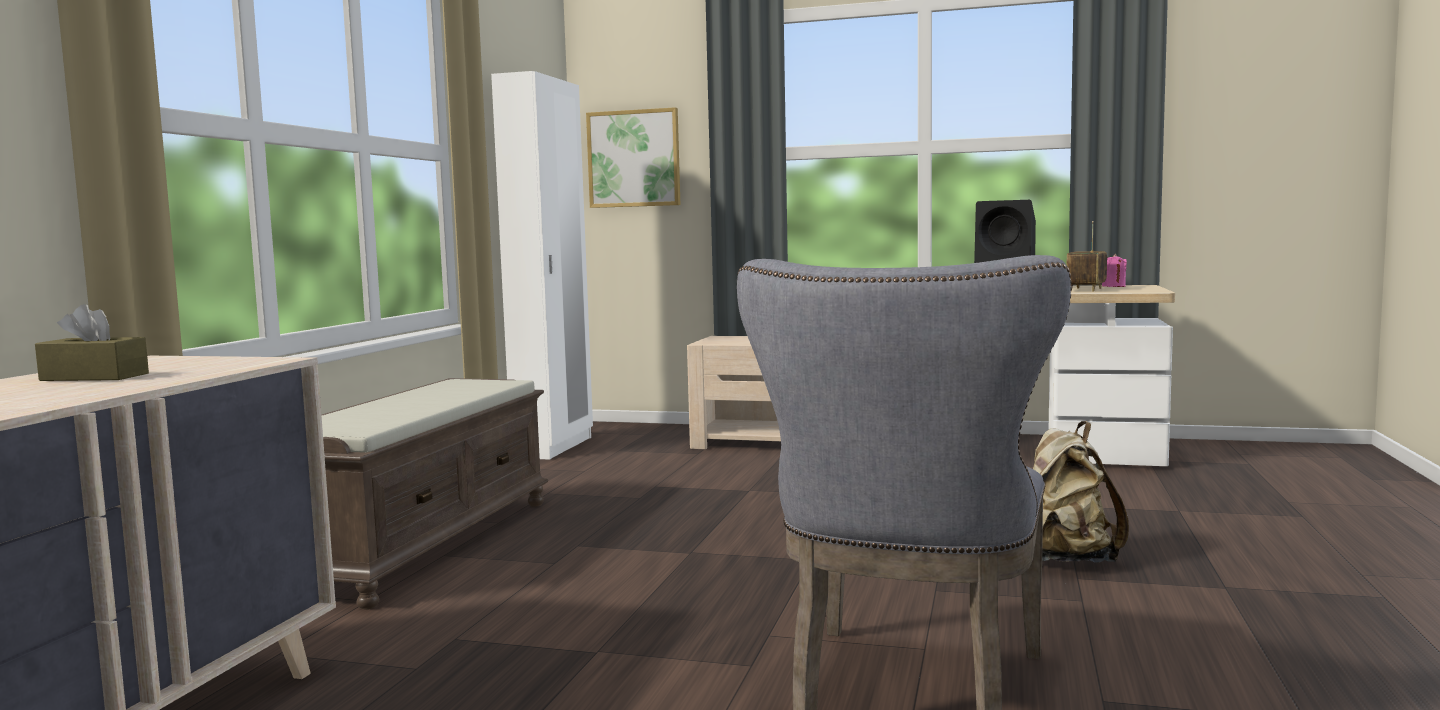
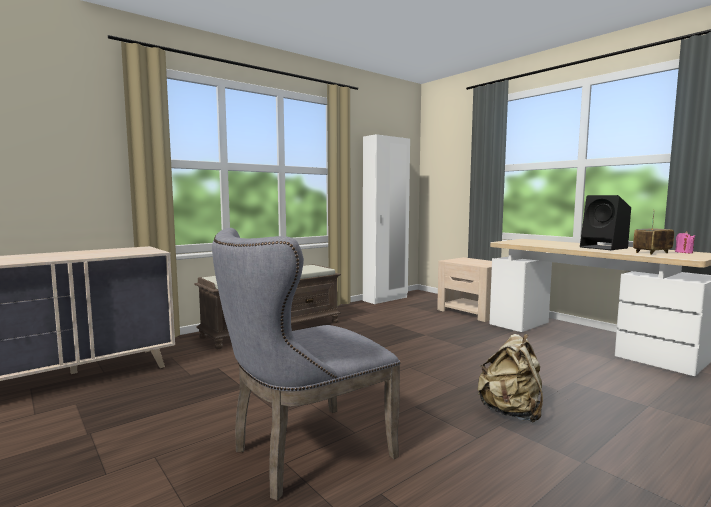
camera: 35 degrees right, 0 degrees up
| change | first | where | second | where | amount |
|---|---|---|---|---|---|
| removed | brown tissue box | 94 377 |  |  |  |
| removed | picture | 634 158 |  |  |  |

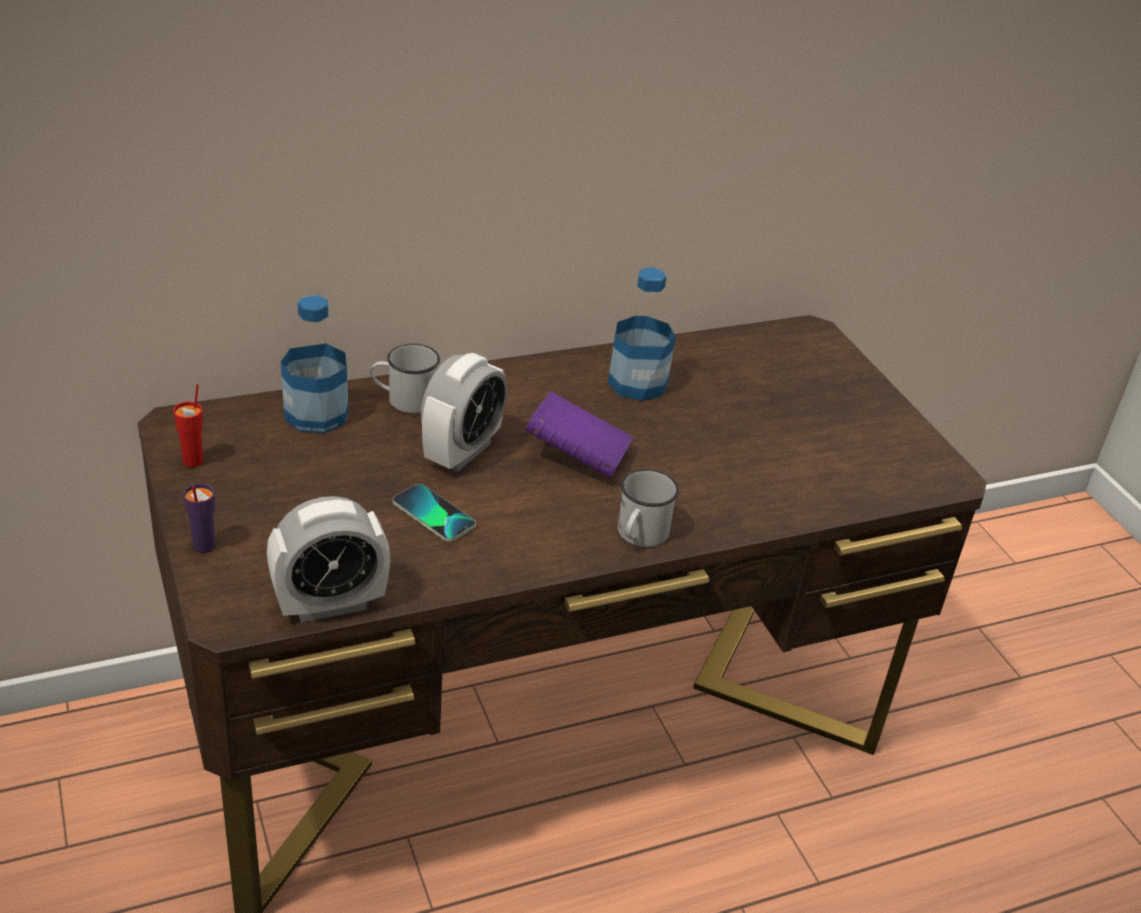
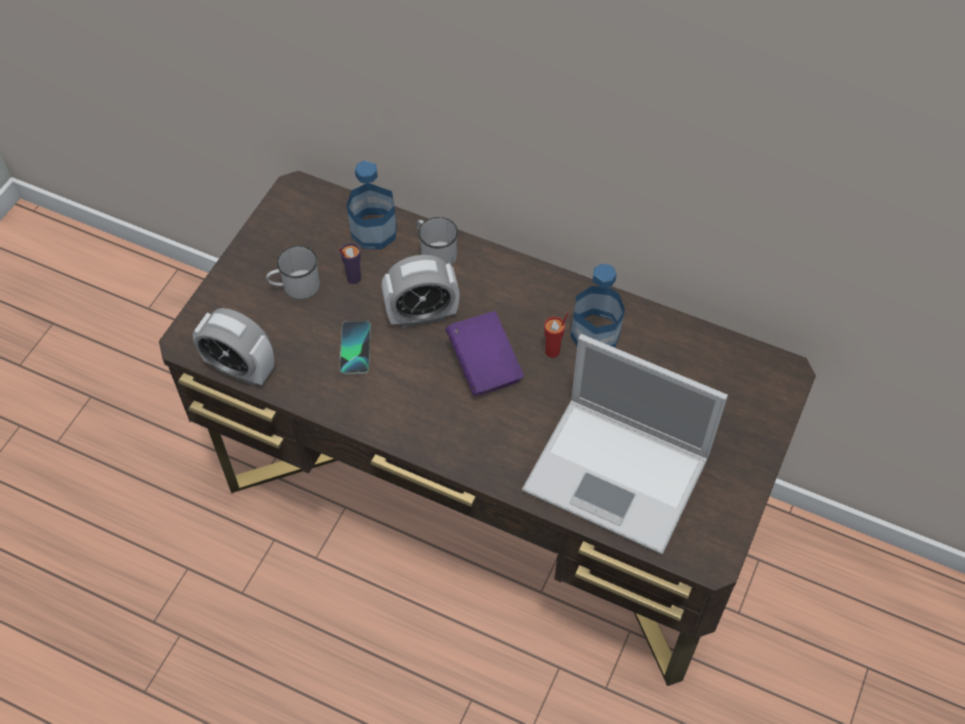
camera: 50 degrees right, 20 degrees up
| change | first | where | second | where | amount |
|---|---|---|---|---|---|
| moved | white mug | 639 536 |  | 295 286 |  |
| moved | purple cup | 203 546 |  | 353 278 |  |
| added |  |  | laptop | 619 475 |  |
| moved | red cup | 193 461 |  | 553 351 |  |

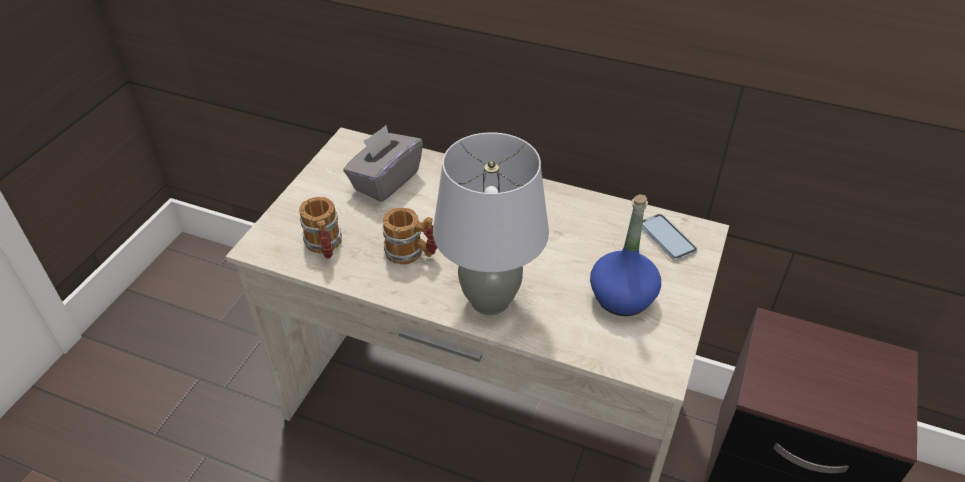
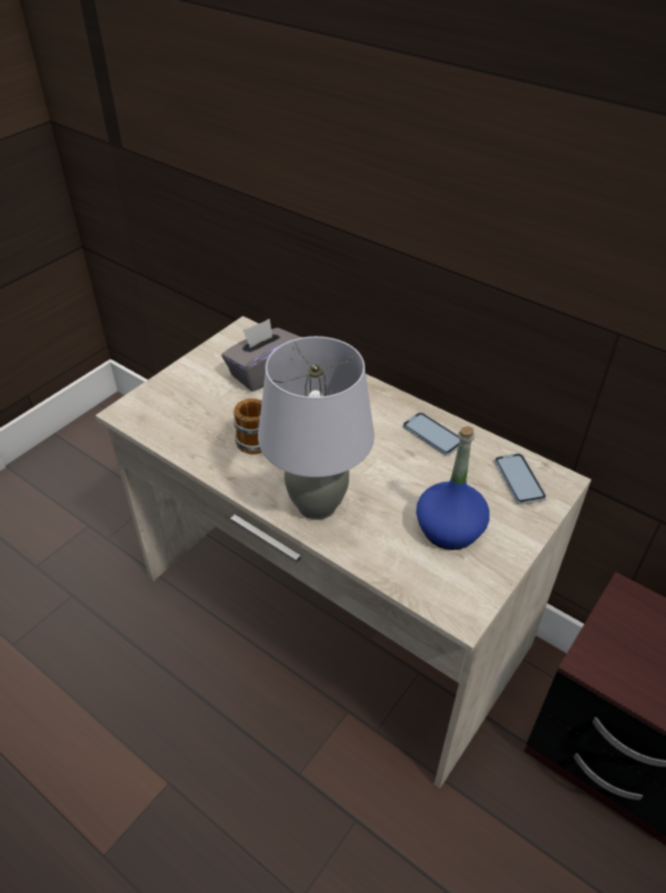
camera: 15 degrees right, 0 degrees up
| change | first | where | second | where | amount |
|---|---|---|---|---|---|
| added |  |  | phone | 433 435 |  |
| removed | mug | 325 246 |  |  |  |

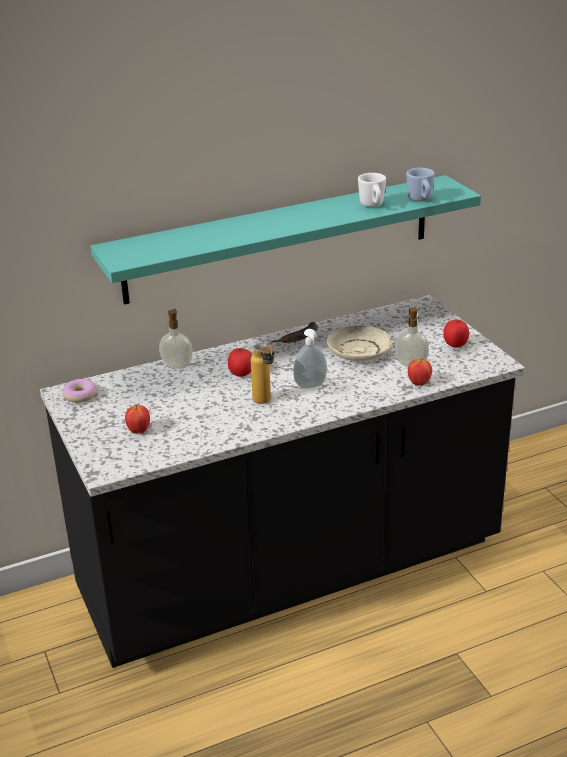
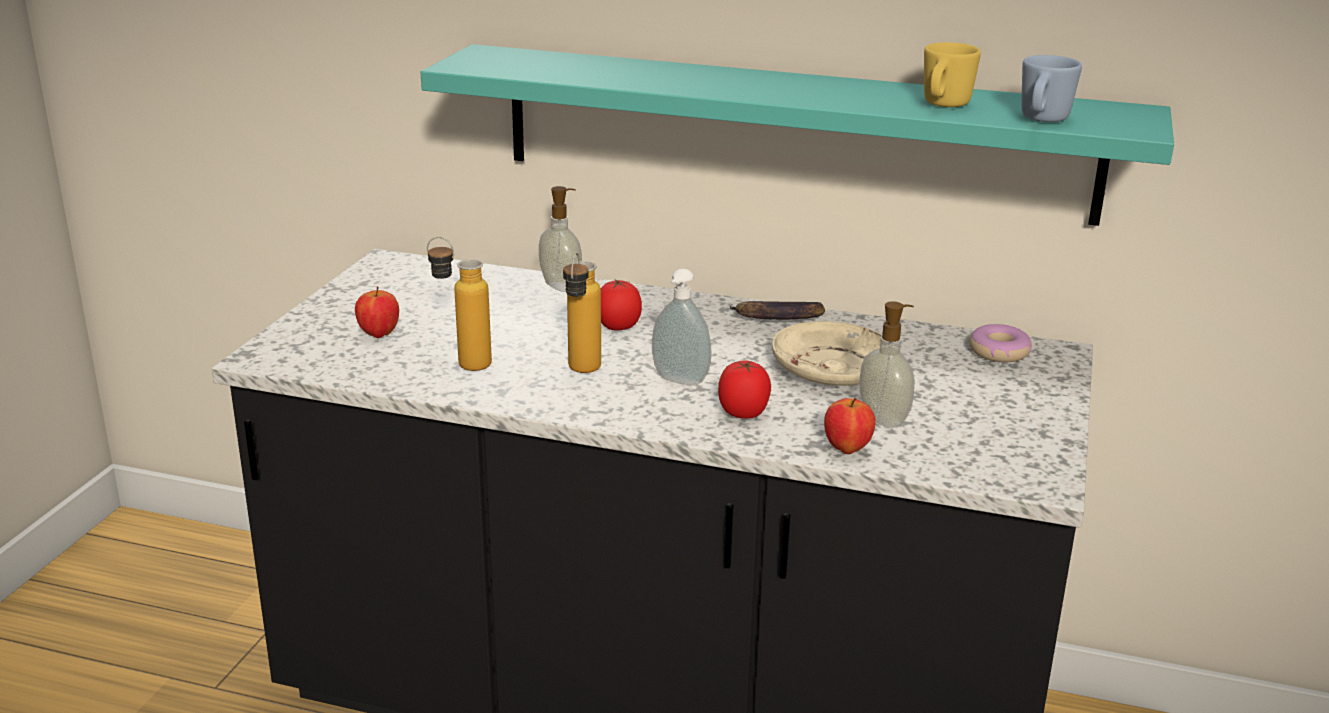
camera: 40 degrees right, 5 degrees down
| change | first | where | second | where | amount |
|---|---|---|---|---|---|
| added |  |  | bottle | 462 363 |  |
| moved | tomato | 455 344 |  | 744 413 |  |
| recoloured | white mug | 373 205 | yellow mug | 943 105 |  |
| moved | donut | 80 395 |  | 999 352 |  |

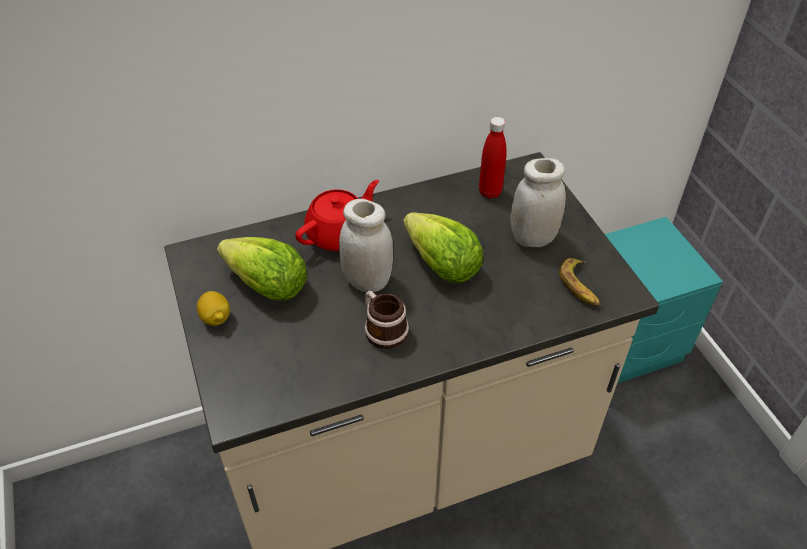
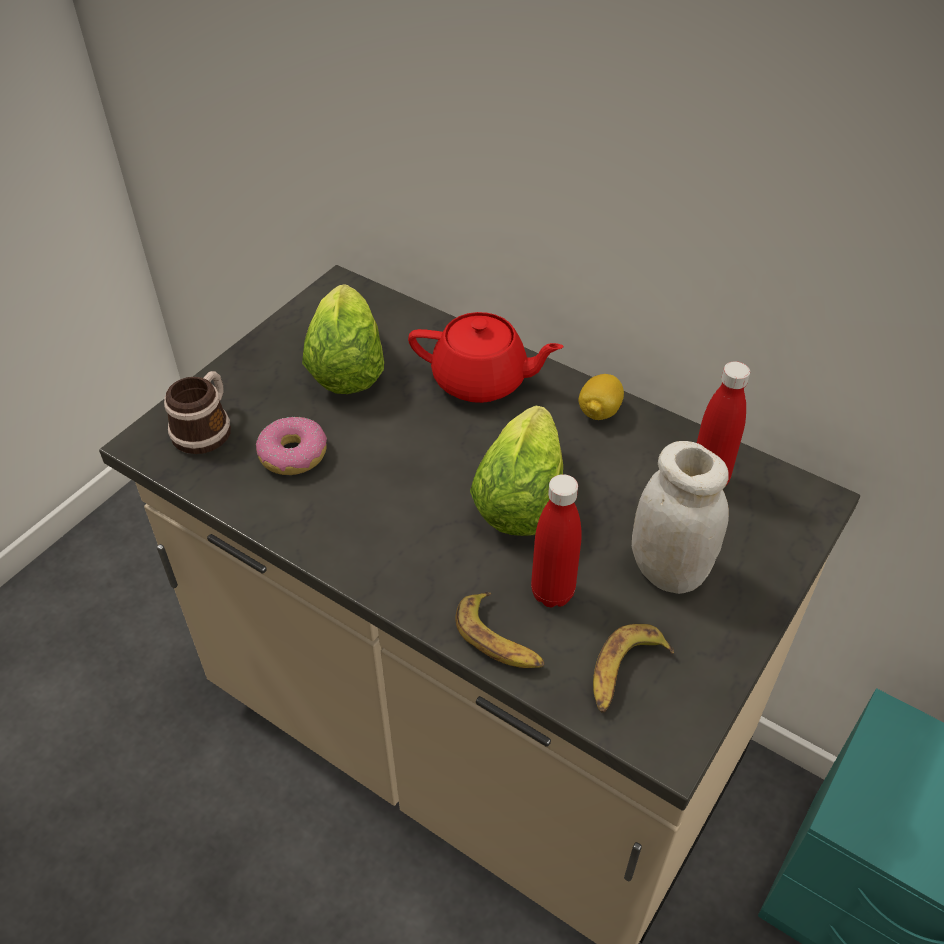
camera: 55 degrees right, 0 degrees up
| change | first | where | second | where | amount |
|---|---|---|---|---|---|
| moved | mug | 382 328 |  | 206 428 |  |
| added |  |  | donut | 293 455 |  |
| added |  |  | banana | 499 640 |  |
| added |  |  | red bottle | 552 593 |  |
| moved | lemon | 216 318 |  | 599 412 |  |
| removed | white jar | 367 280 |  |  |  |

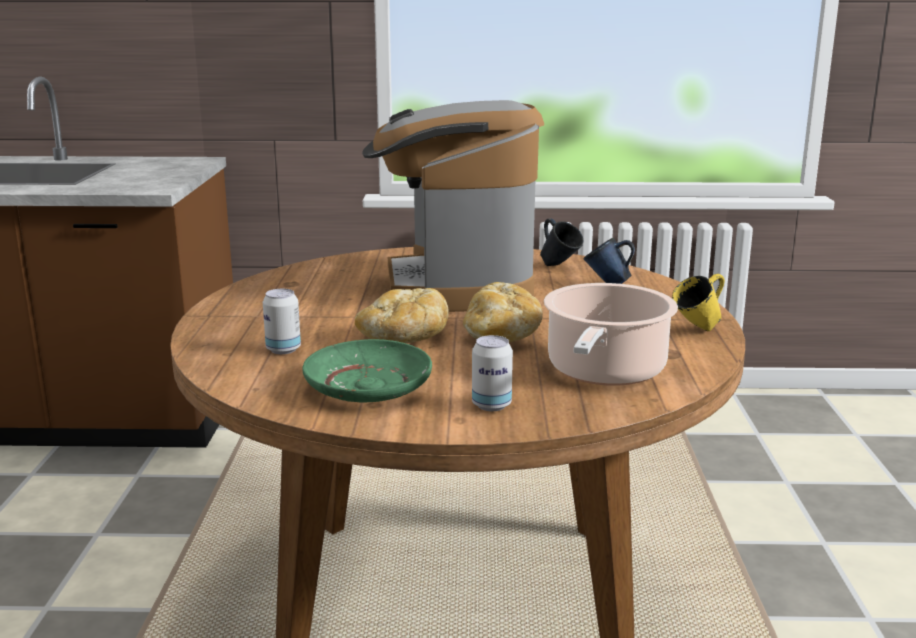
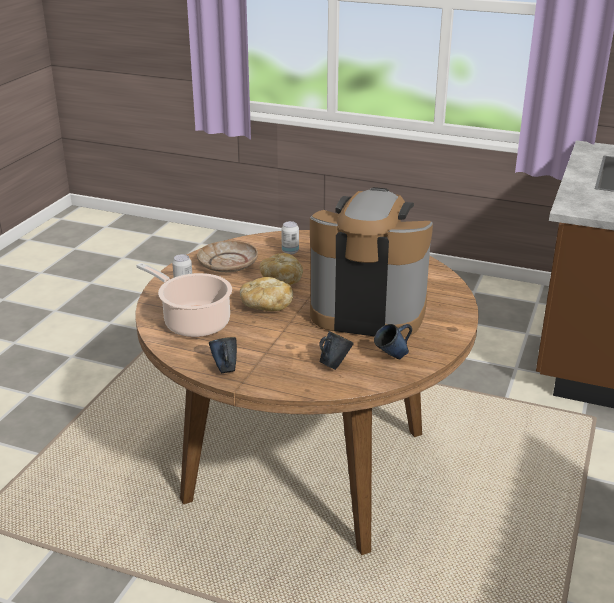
camera: 110 degrees right, 10 degrees up
| change | first | where | second | where | amount |
|---|---|---|---|---|---|
| recoloured | green plate | 369 387 | beige plate | 228 264 |  |
| recoloured | yellow mug | 697 331 | blue mug | 225 369 |  |

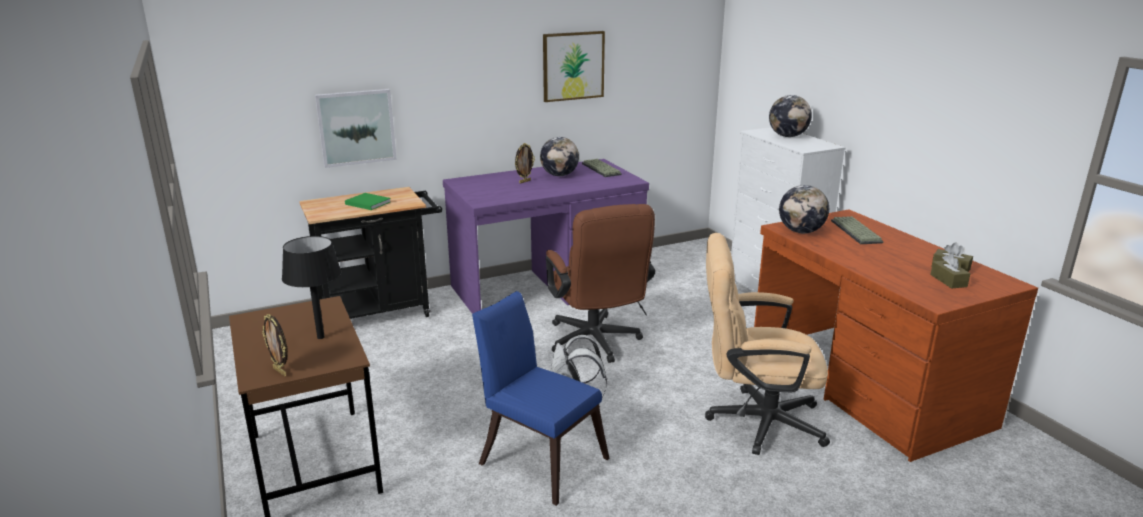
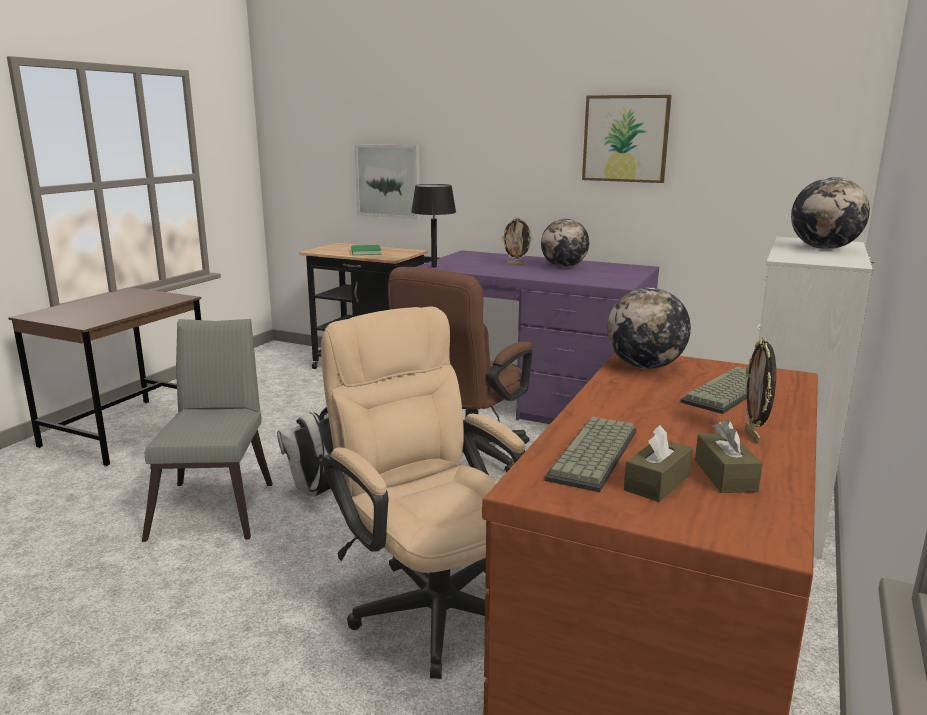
camera: 50 degrees right, 5 degrees down
| change | first | where | second | where | amount |
|---|---|---|---|---|---|
| recoloured | blue chair | 539 457 | grey chair | 217 505 |  |
| moved | black table lamp | 320 337 |  | 434 267 |  |
| moved | keyboard | 602 169 |  | 595 455 |  |
| moved | picture frame | 280 371 |  | 753 436 |  |

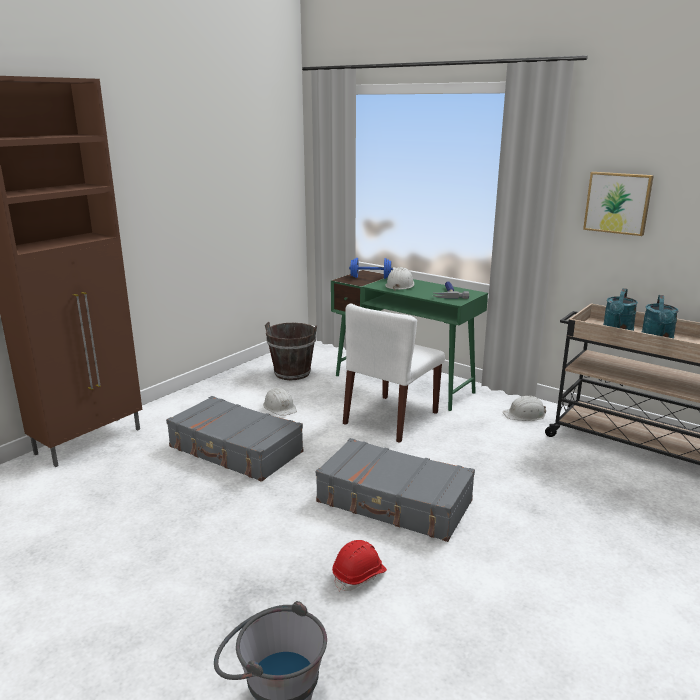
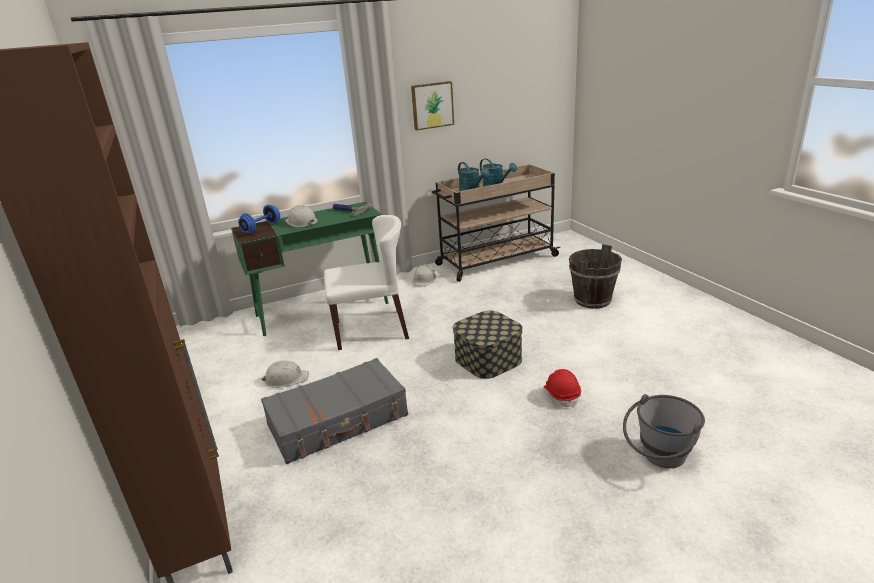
camera: 60 degrees left, 5 degrees up
| change | first | where | second | where | amount |
|---|---|---|---|---|---|
| turned | white chair | 391 418 |  | 371 329 | 75 degrees counterclockwise |
| replaced | grey suitcase | 394 502 | storage box | 488 359 |  |
| moved | brown bucket | 292 373 |  | 592 300 |  |

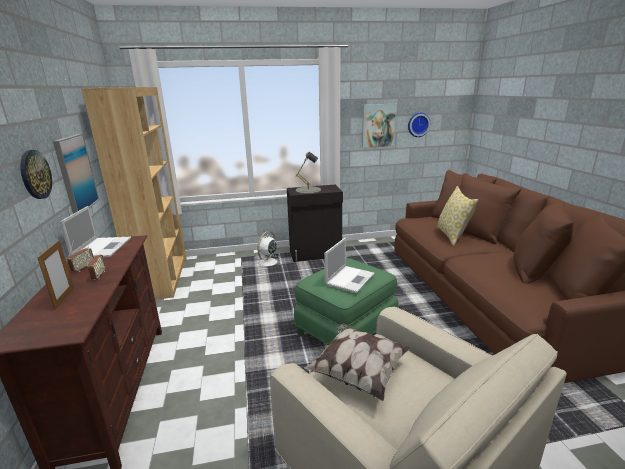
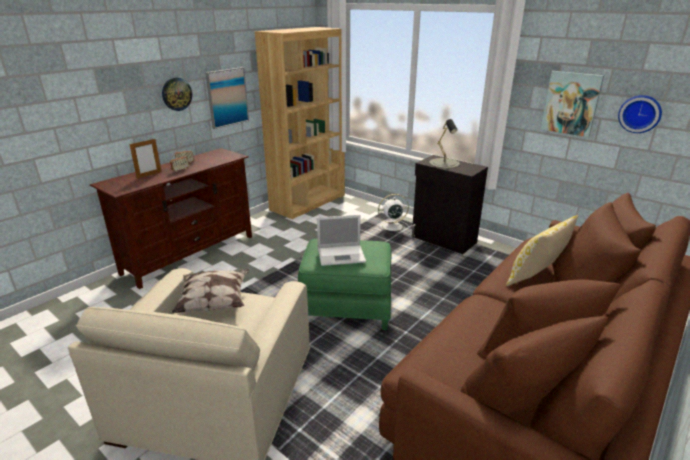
camera: 50 degrees right, 5 degrees up
| change | first | where | second | where | amount |
|---|---|---|---|---|---|
| removed | laptop | 102 247 |  |  |  |

